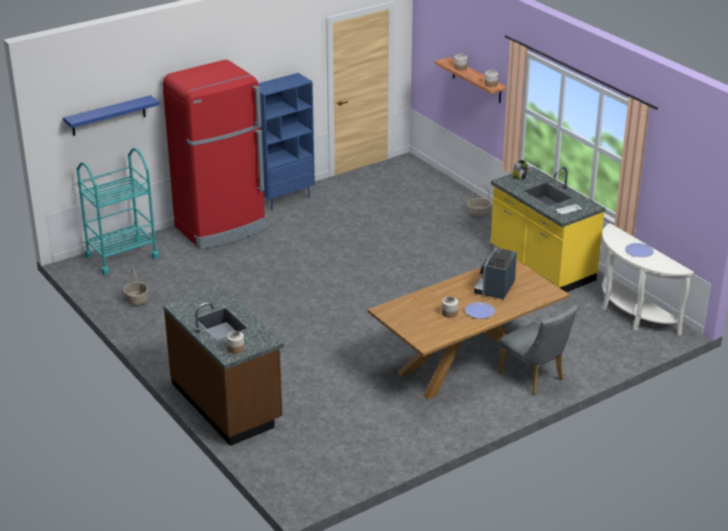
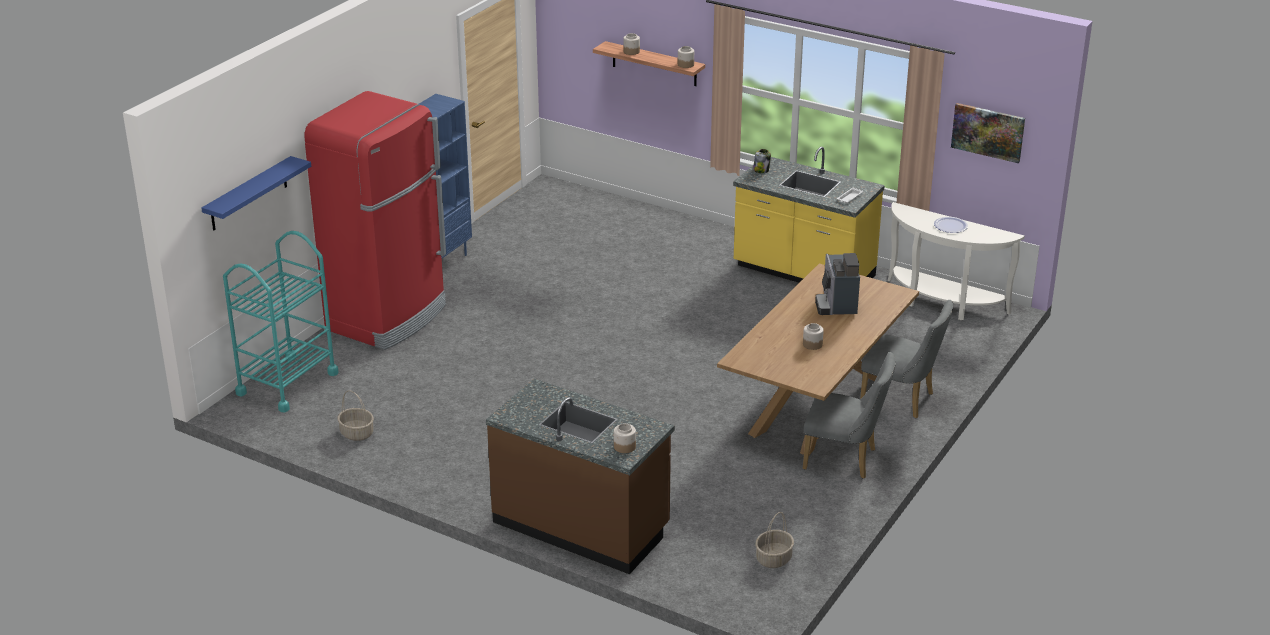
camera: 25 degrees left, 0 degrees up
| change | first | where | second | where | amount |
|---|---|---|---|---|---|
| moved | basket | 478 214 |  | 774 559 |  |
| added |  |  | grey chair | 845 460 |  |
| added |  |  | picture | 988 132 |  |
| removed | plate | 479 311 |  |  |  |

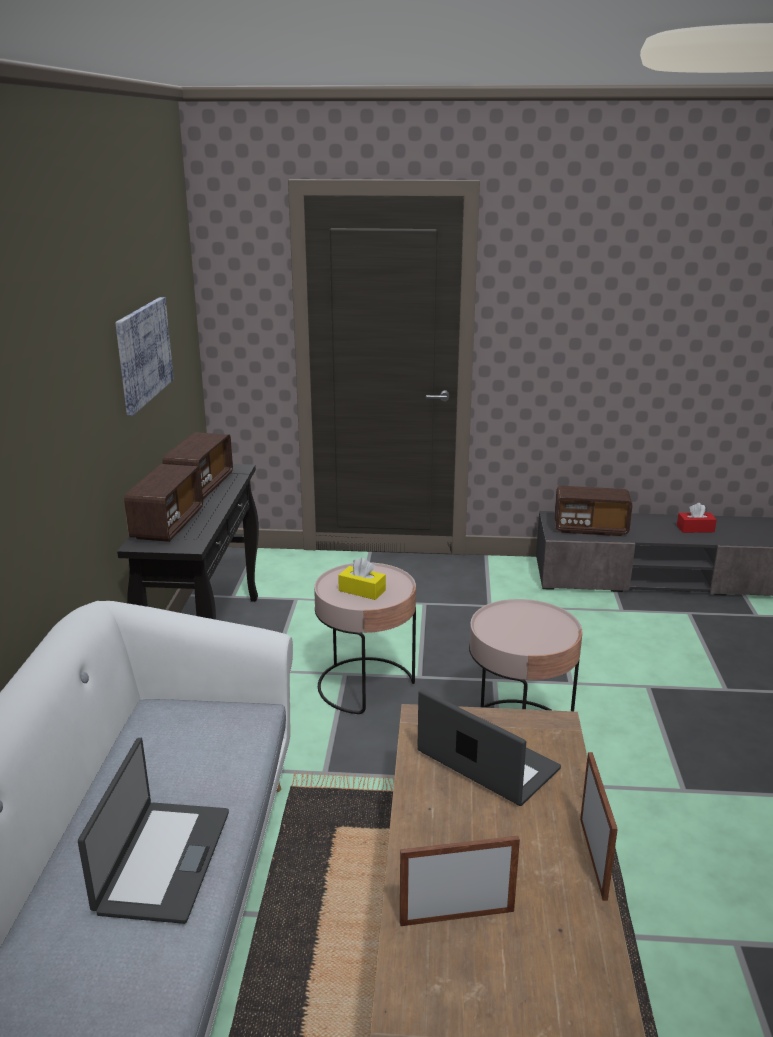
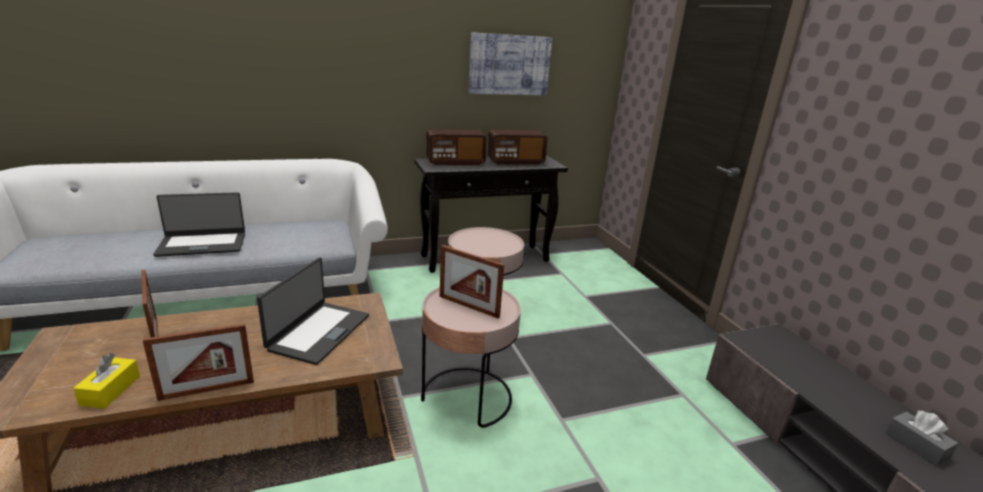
camera: 65 degrees right, 0 degrees up
| change | first | where | second | where | amount |
|---|---|---|---|---|---|
| moved | yellow tissue box | 362 590 |  | 110 390 |  |
| added |  |  | picture frame | 468 306 |  |
| recoloured | red tissue box | 695 529 | grey tissue box | 916 445 |  |
| removed | radio | 590 528 |  |  |  |

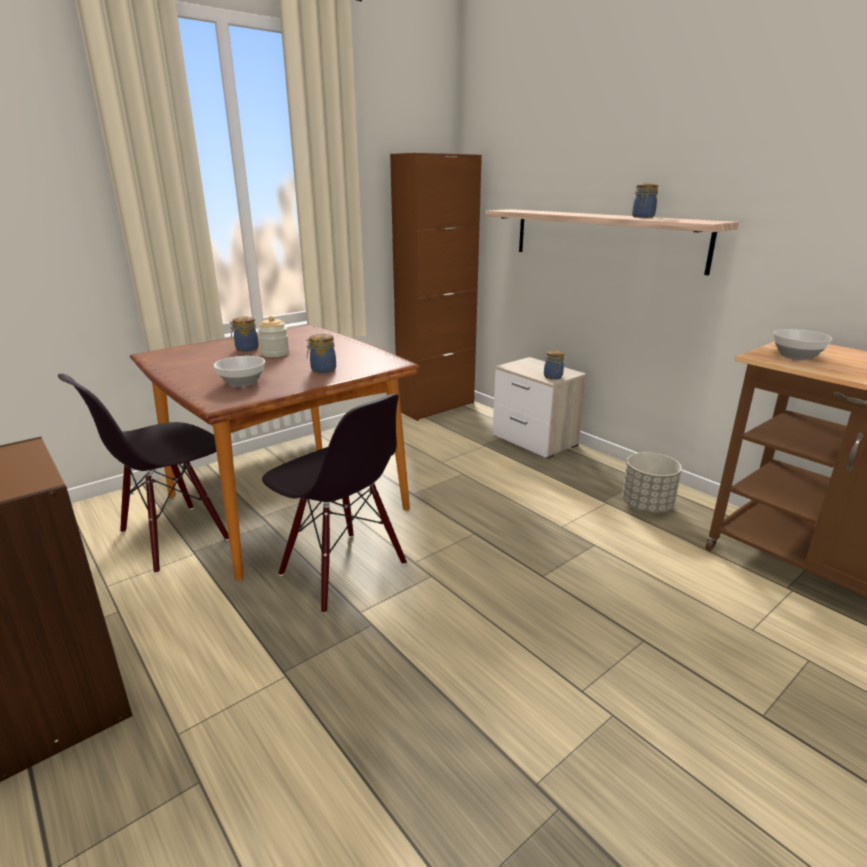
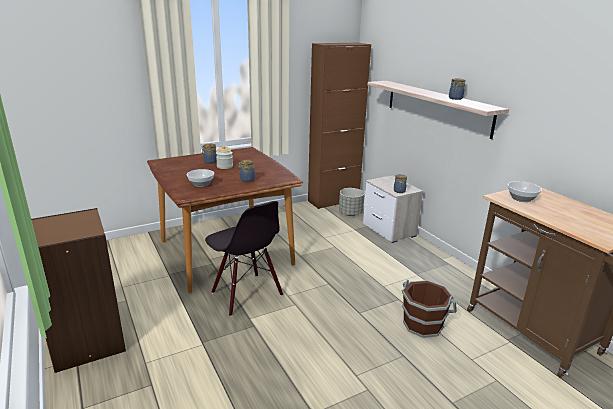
camera: 10 degrees right, 0 degrees up
| change | first | where | second | where | amount |
|---|---|---|---|---|---|
| moved | grey planter | 647 506 |  | 350 213 |  |
| added |  |  | brown bucket | 423 324 |  |
| removed | black chair | 174 537 |  |  |  |

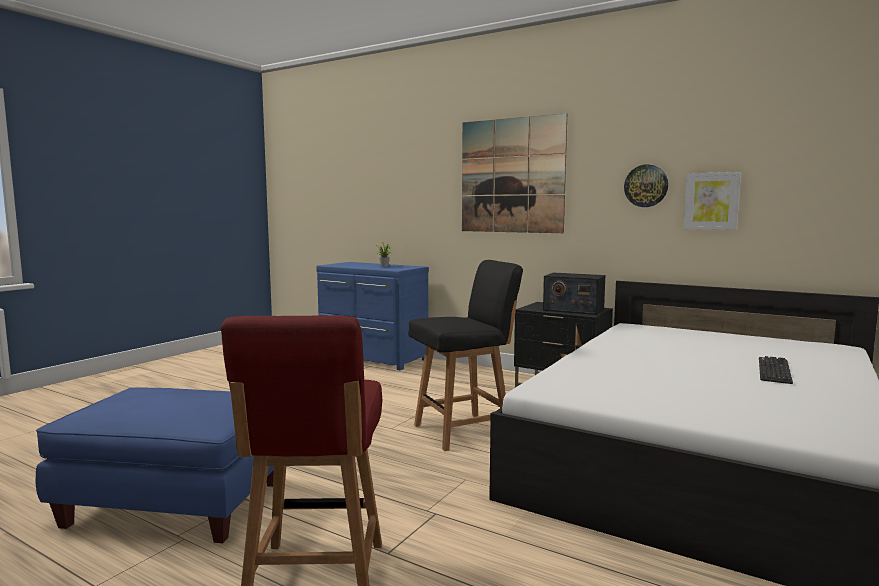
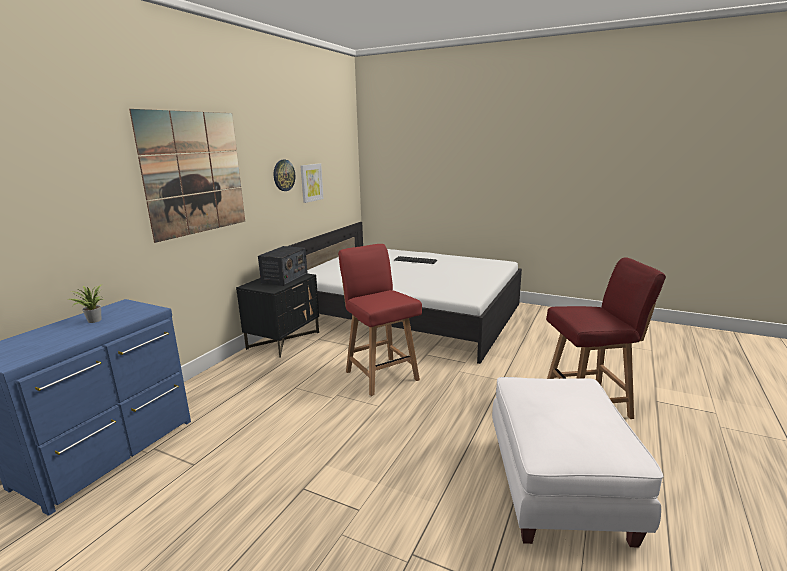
camera: 95 degrees left, 10 degrees up
| change | first | where | second | where | amount |
|---|---|---|---|---|---|
| recoloured | black chair | 464 431 | red chair | 381 375 |  |
| recoloured | blue ottoman | 178 503 | white ottoman | 557 486 |  |

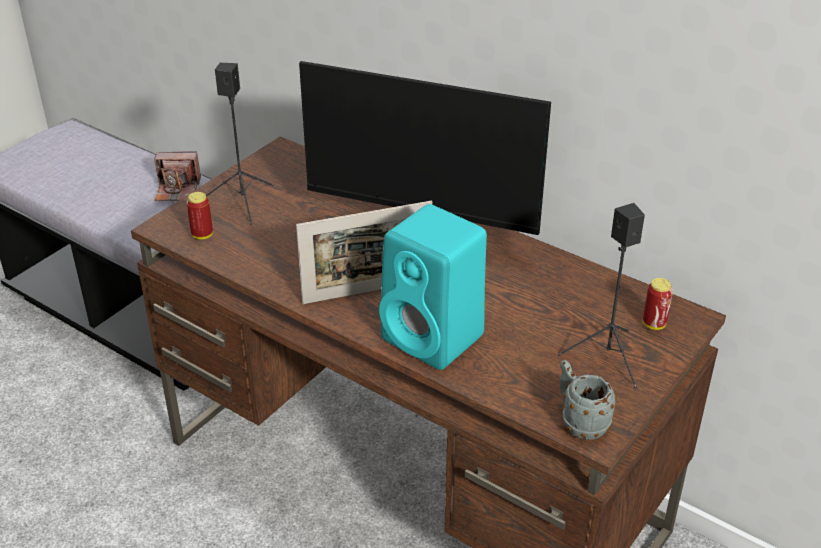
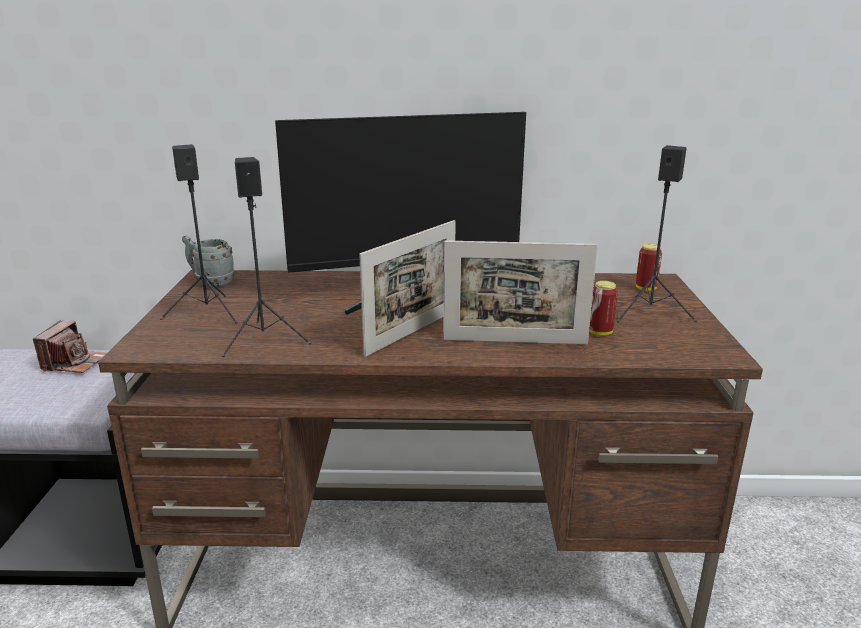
camera: 35 degrees left, 15 degrees down
| change | first | where | second | where | amount |
|---|---|---|---|---|---|
| turned | photo camera | 178 190 |  | 75 363 | 45 degrees counterclockwise |
| moved | grey mug | 579 422 |  | 210 282 |  |
| added |  |  | black speaker | 265 340 |  |
| replaced | turquoise speaker | 436 338 | picture frame | 514 341 |  |
| moved | can | 202 235 |  | 600 333 |  |

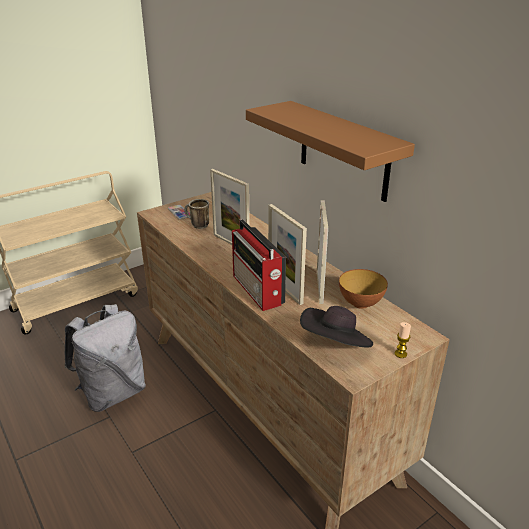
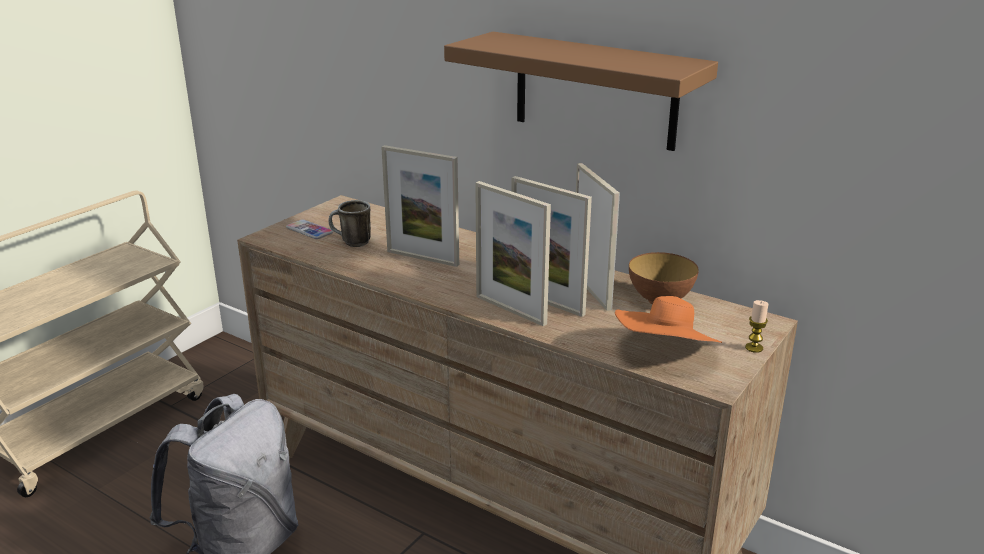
camera: 20 degrees left, 5 degrees down
| change | first | where | second | where | amount |
|---|---|---|---|---|---|
| replaced | radio | 258 291 | picture frame | 510 310 |  |
| recoloured | black hat | 335 344 | orange hat | 666 353 |  |

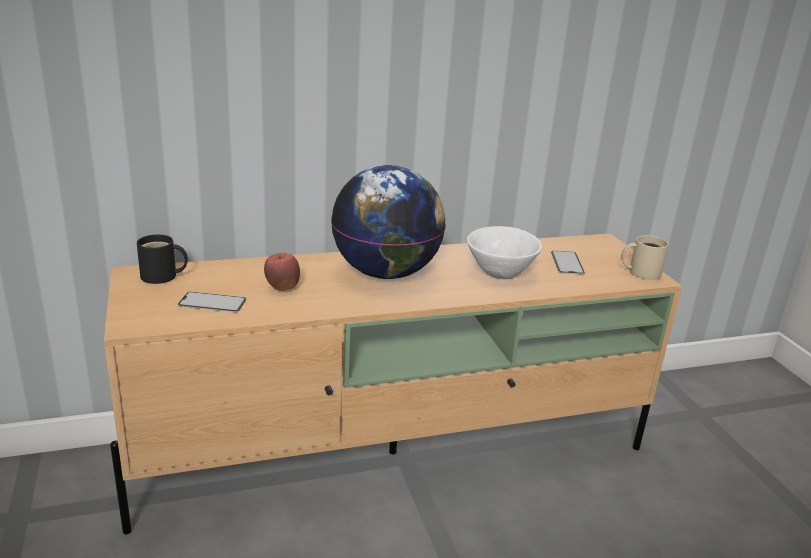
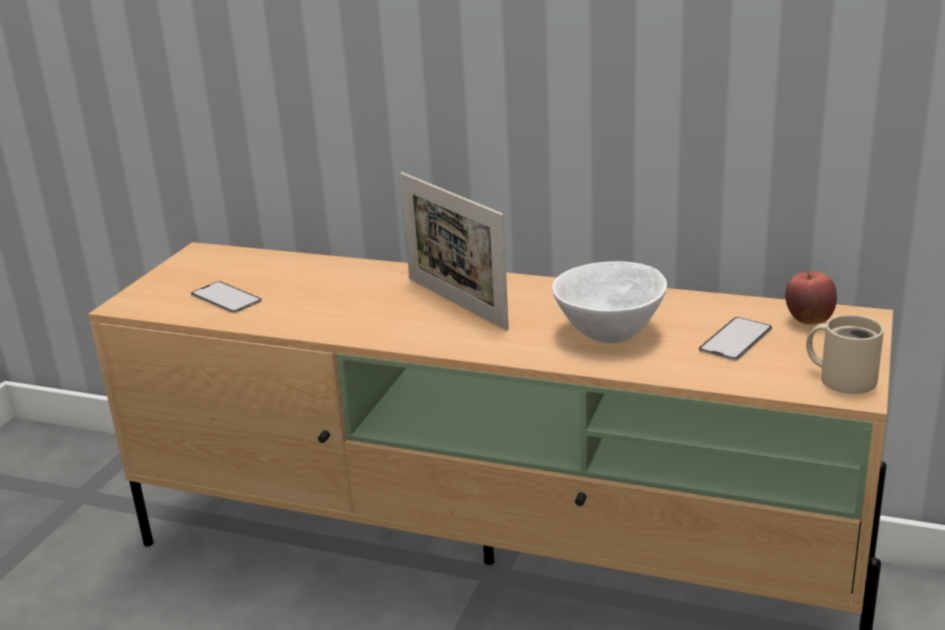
camera: 40 degrees right, 0 degrees up
| change | first | where | second | where | amount |
|---|---|---|---|---|---|
| replaced | globe | 386 273 | picture frame | 456 303 |  |
| moved | apple | 282 288 |  | 808 321 |  |
| removed | black mug | 162 277 |  |  |  |

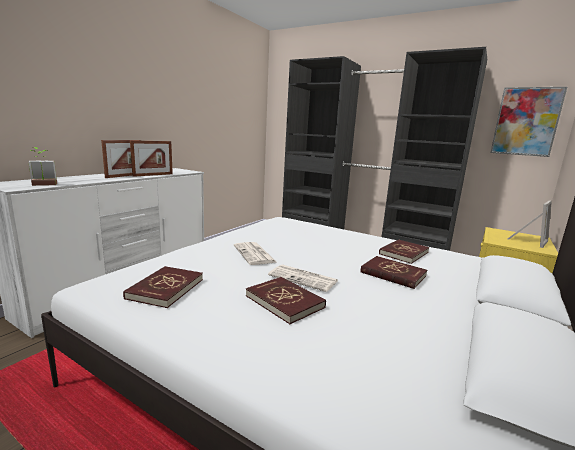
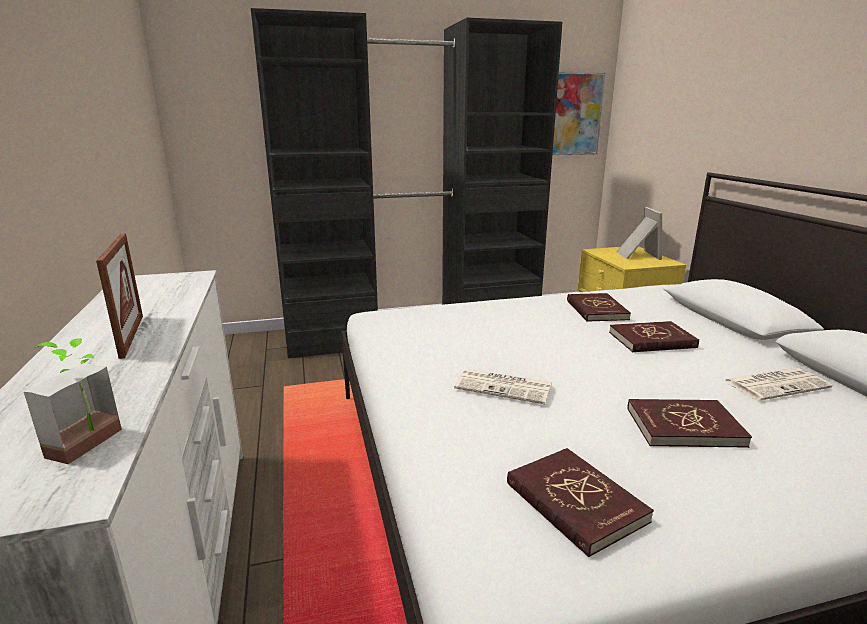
camera: 45 degrees left, 5 degrees up
| change | first | where | second | where | amount |
|---|---|---|---|---|---|
| moved | newspaper | 304 278 |  | 776 384 |  |
| removed | picture frame | 153 175 |  |  |  |

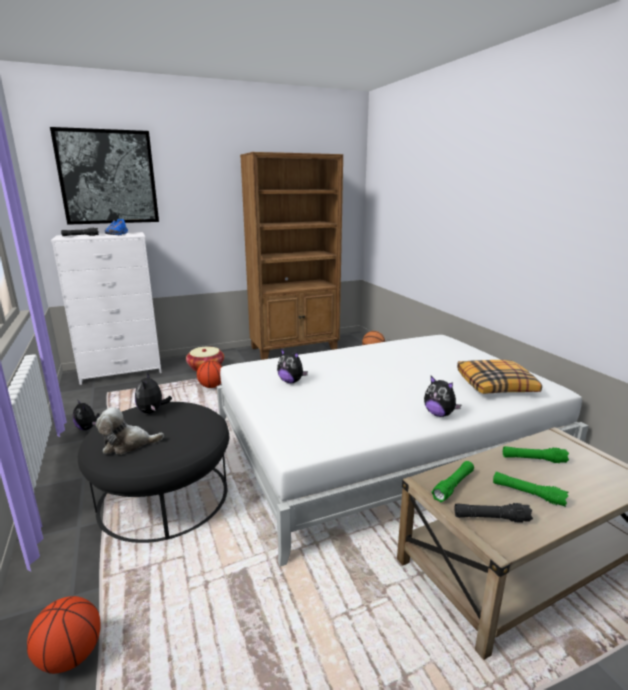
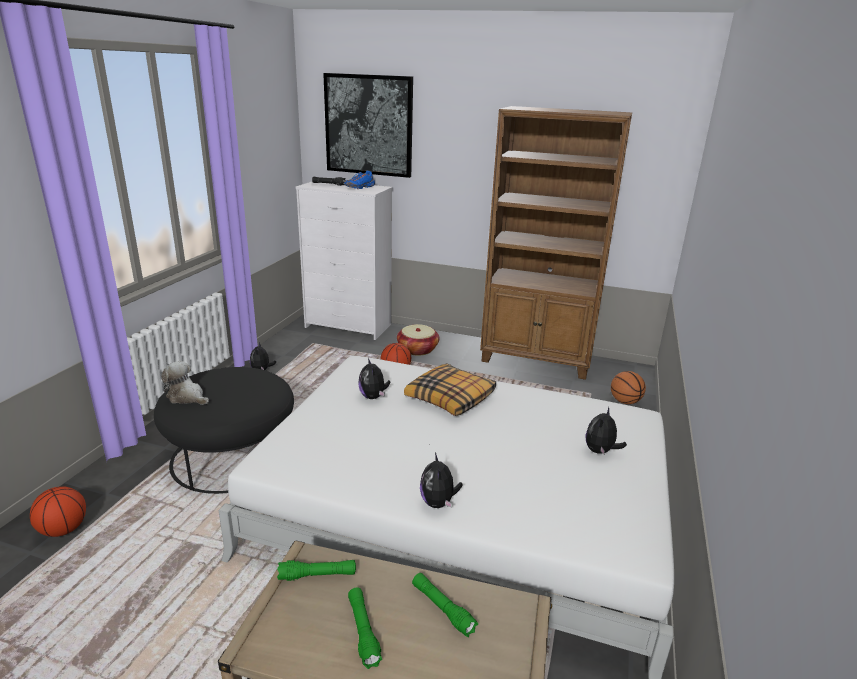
camera: 40 degrees right, 5 degrees up
| change | first | where | second | where | amount |
|---|---|---|---|---|---|
| moved | pillow | 496 385 |  | 450 398 |  |
| moved | plush toy | 152 411 |  | 600 451 |  |
| removed | black flashlight | 491 518 |  |  |  |

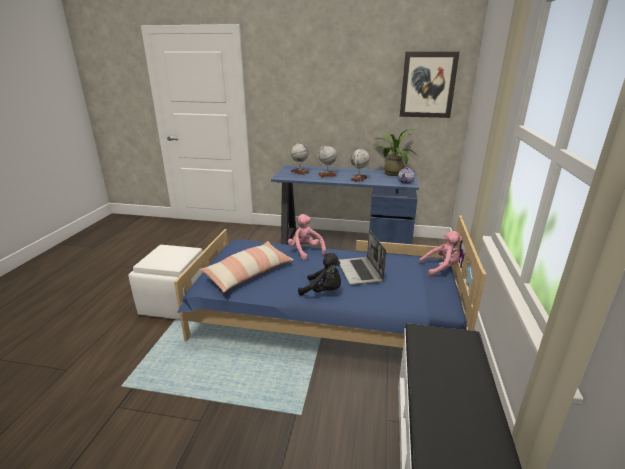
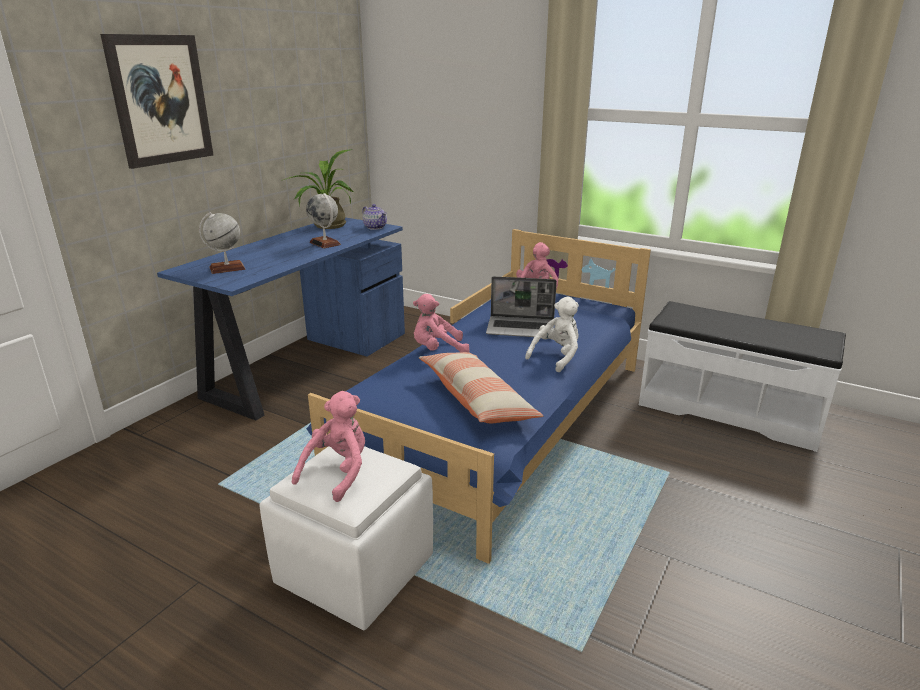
camera: 70 degrees left, 0 degrees up
| change | first | where | second | where | amount |
|---|---|---|---|---|---|
| moved | picture | 428 85 |  | 160 100 |  |
| added |  |  | pink plush toy | 338 472 |  |
| recoloured | black plush toy | 323 291 | white plush toy | 556 357 |  |
| removed | globe | 327 175 |  |  |  |

